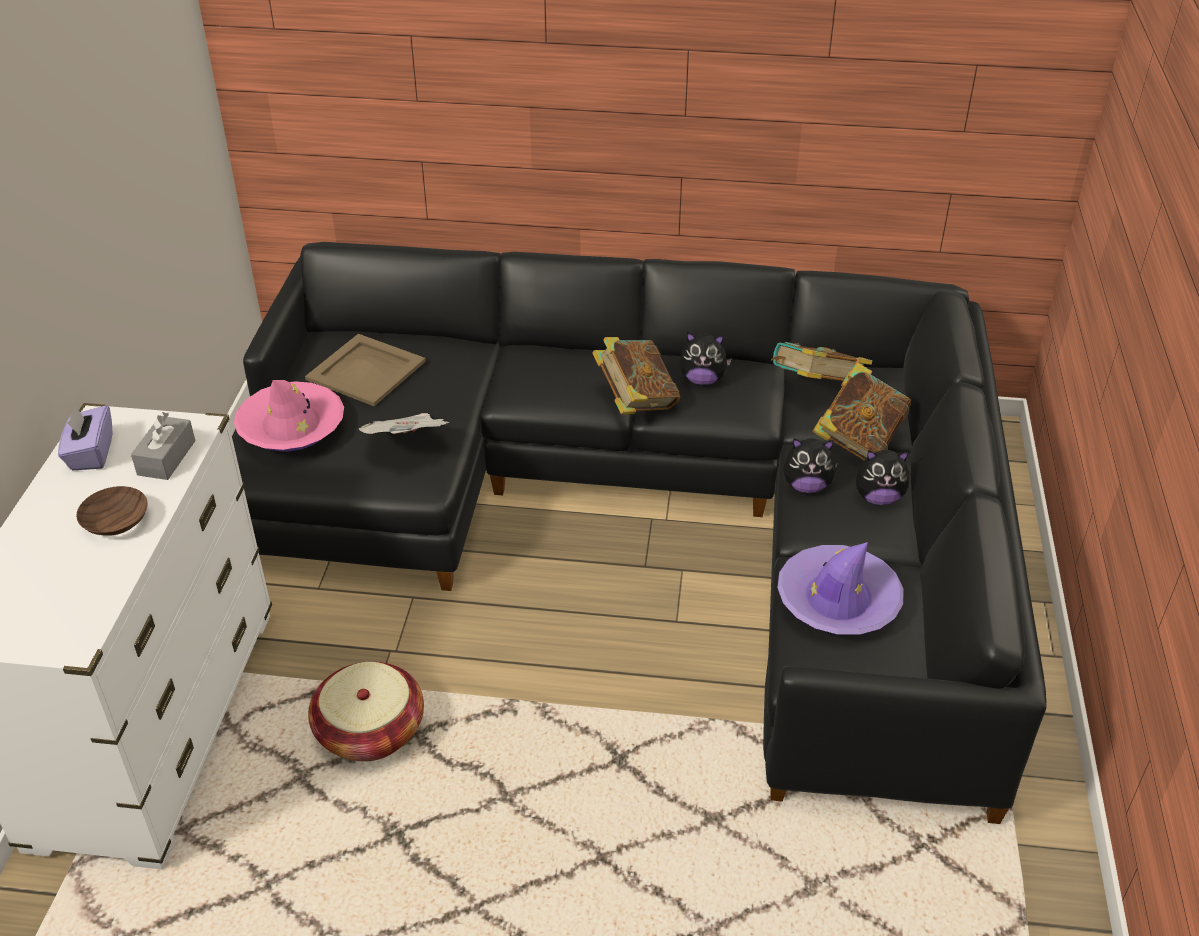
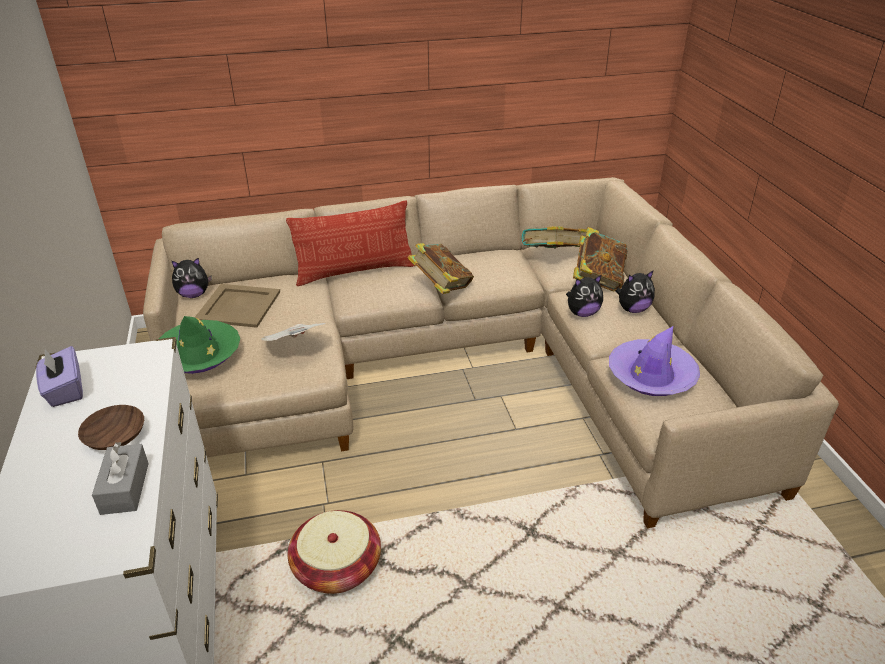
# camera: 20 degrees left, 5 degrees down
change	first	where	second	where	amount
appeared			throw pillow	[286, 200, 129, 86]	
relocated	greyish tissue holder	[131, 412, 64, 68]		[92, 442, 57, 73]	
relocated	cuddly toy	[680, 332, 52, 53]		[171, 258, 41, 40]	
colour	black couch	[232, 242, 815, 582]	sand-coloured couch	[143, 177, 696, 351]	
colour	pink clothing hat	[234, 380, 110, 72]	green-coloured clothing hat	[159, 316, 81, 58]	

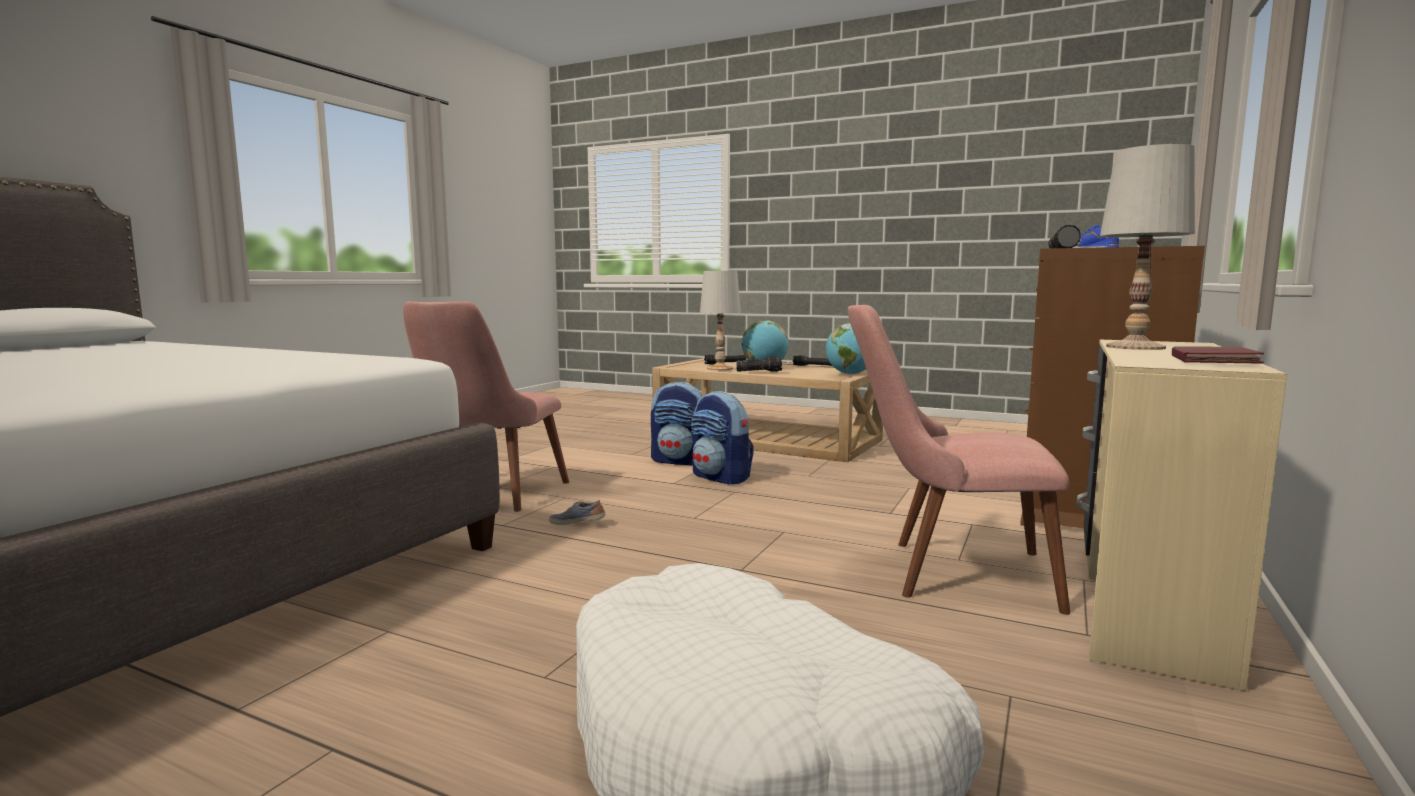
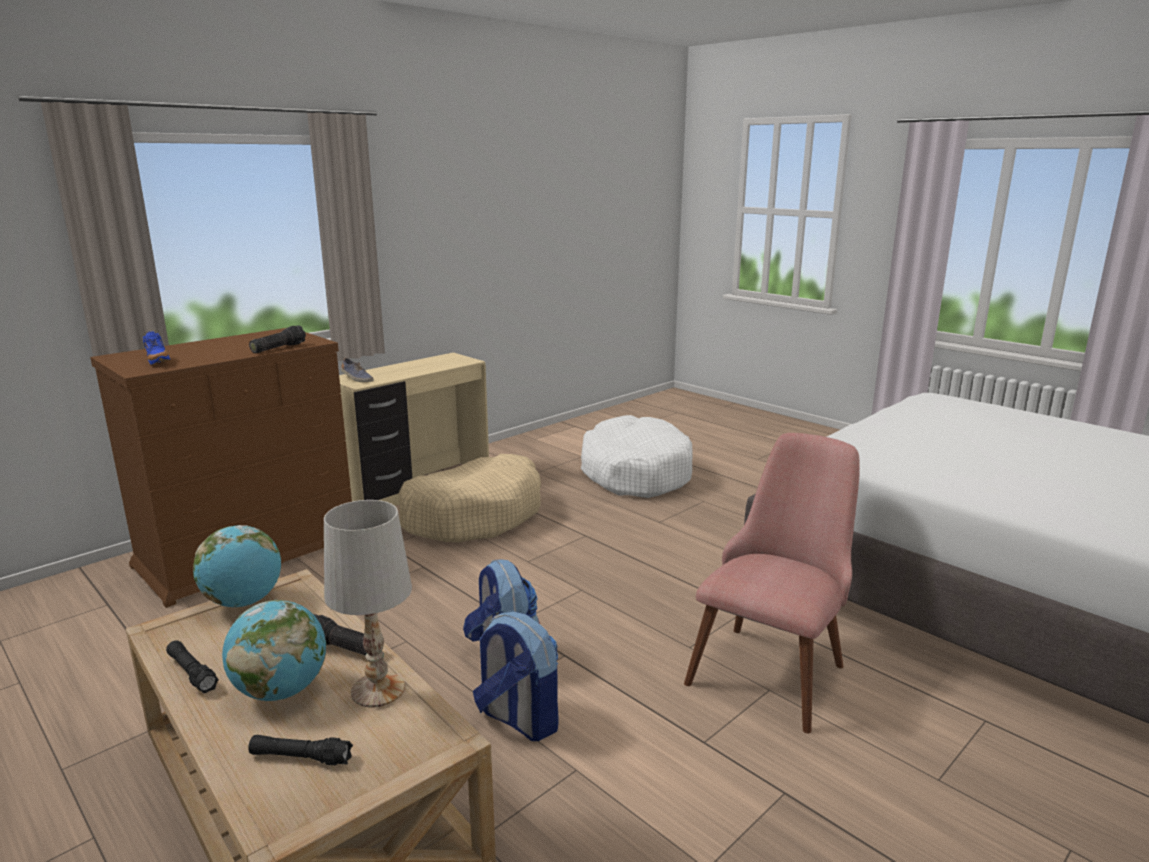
# camera: 160 degrees left, 10 degrees up
change	first	where	second	where	amount
missing	white-coloured tabletop lamp	[1100, 144, 95, 206]			
missing	red volume	[1172, 346, 92, 18]			
relocated	item of footwear	[549, 500, 57, 25]		[341, 358, 33, 24]	
exchanged	pink plain chair	[848, 305, 222, 310]	sand-coloured dog bed	[399, 454, 142, 88]	

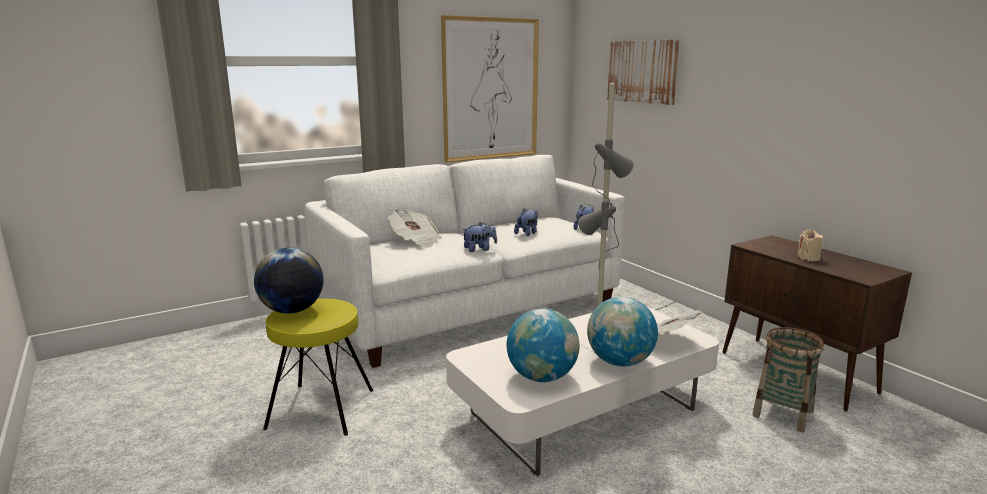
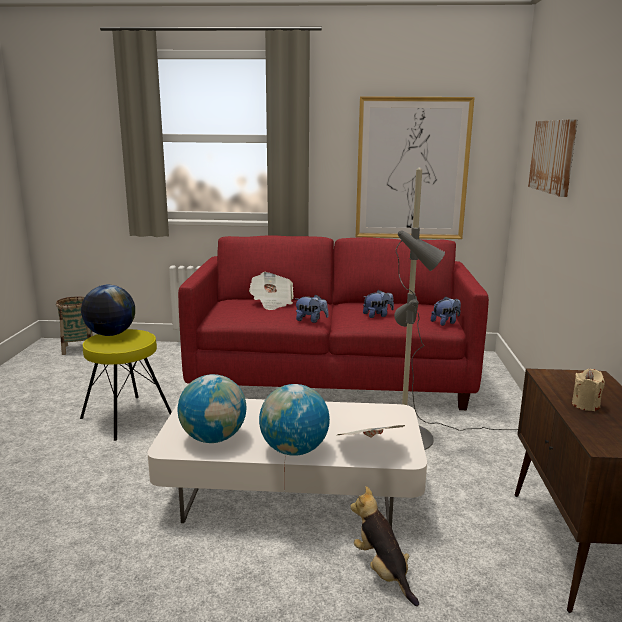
# camera: 35 degrees right, 0 degrees up
change	first	where	second	where	amount
appeared			cuddly toy	[350, 486, 69, 120]	
relocated	basket	[752, 327, 72, 105]		[56, 296, 37, 59]	
colour	white-coloured couch	[304, 155, 321, 213]	red couch	[178, 235, 311, 175]	

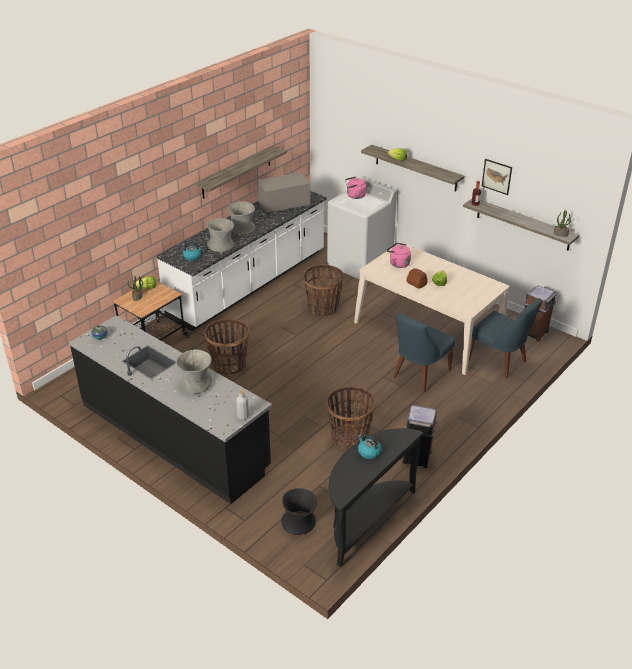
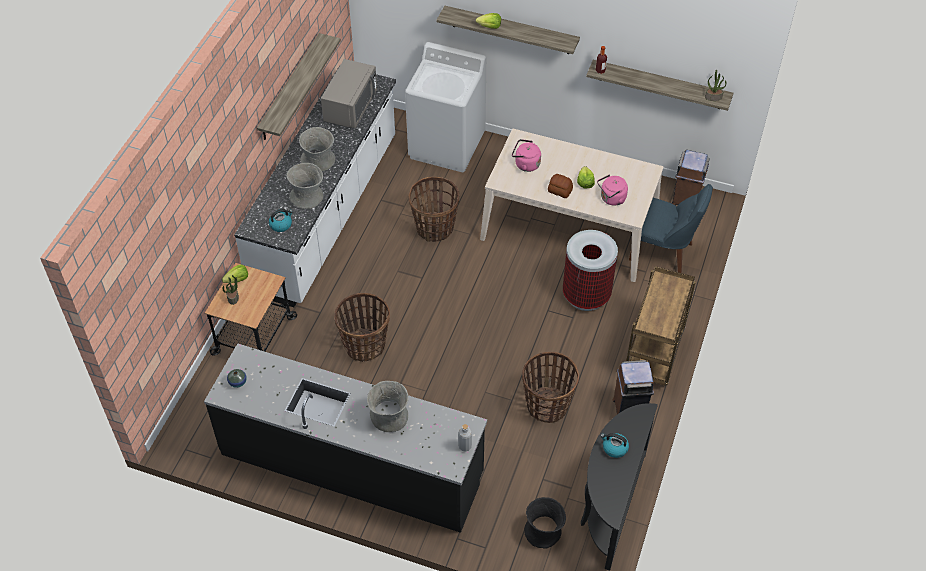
# camera: 20 degrees left, 15 degrees up
change	first	where	second	where	amount
missing	picture	[482, 159, 30, 36]			
appeared			brown wheeled cart	[626, 266, 70, 120]	
relocated	pink kettle	[345, 176, 21, 23]		[597, 174, 31, 32]	
exchanged	blue plain chair	[393, 313, 63, 79]	rubbish bin	[563, 230, 55, 81]	
spun	greyish microwave	[257, 172, 53, 42]		[321, 59, 56, 69]	150 degrees clockwise

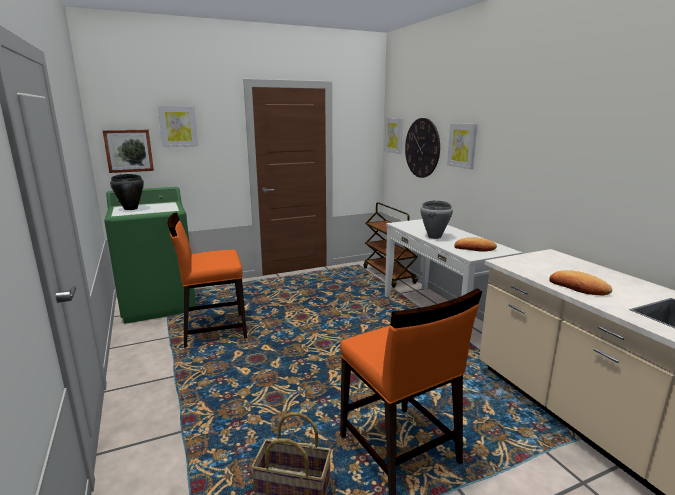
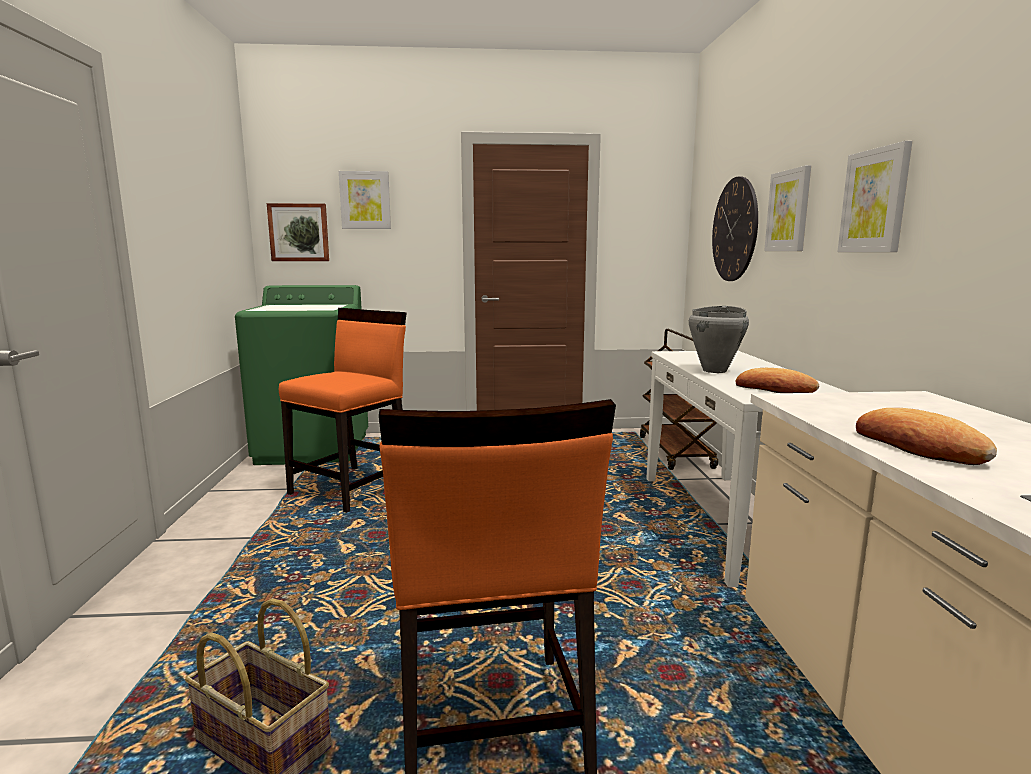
# camera: 20 degrees right, 5 degrees down
change	first	where	second	where	amount
missing	black cooking pot	[110, 174, 34, 36]			
relocated	picture	[384, 118, 19, 36]		[838, 141, 74, 111]	
spun	orange plain chair	[167, 212, 80, 136]		[279, 308, 128, 205]	120 degrees clockwise

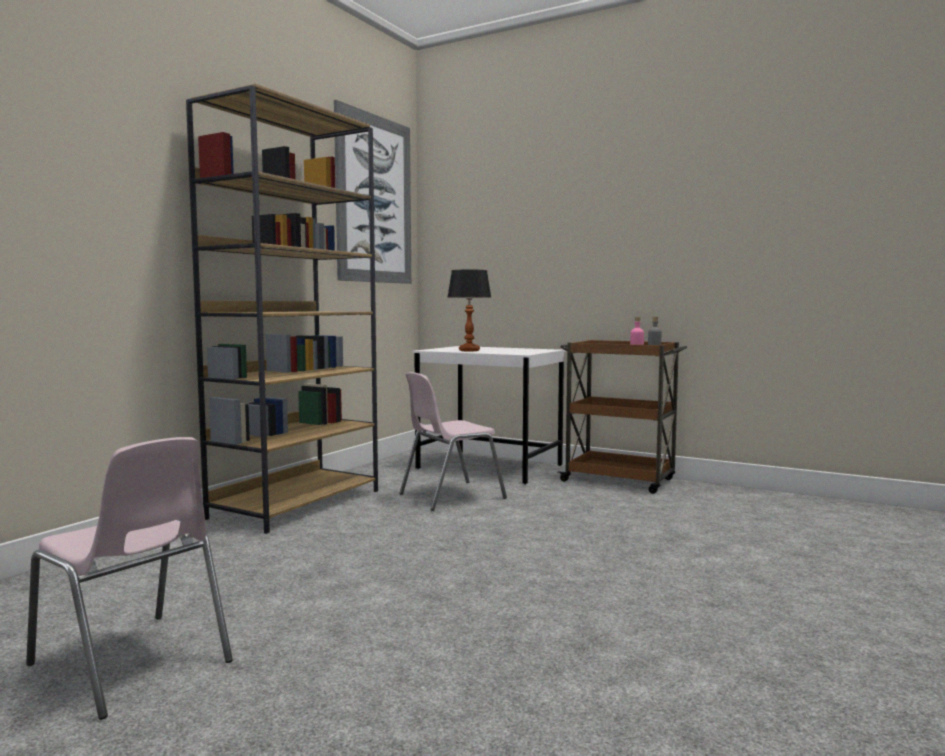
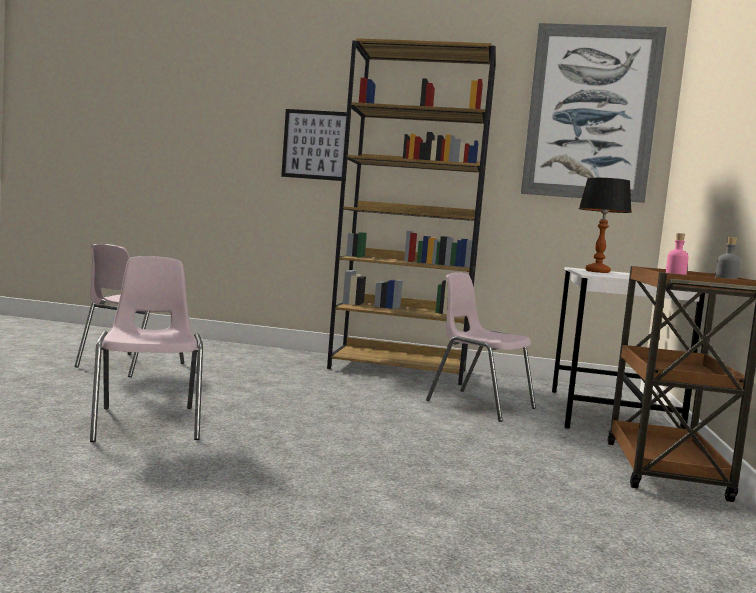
# camera: 70 degrees right, 0 degrees up
change	first	where	second	where	amount
appeared			pink plain chair	[90, 256, 113, 186]	
appeared			picture	[281, 109, 70, 72]	

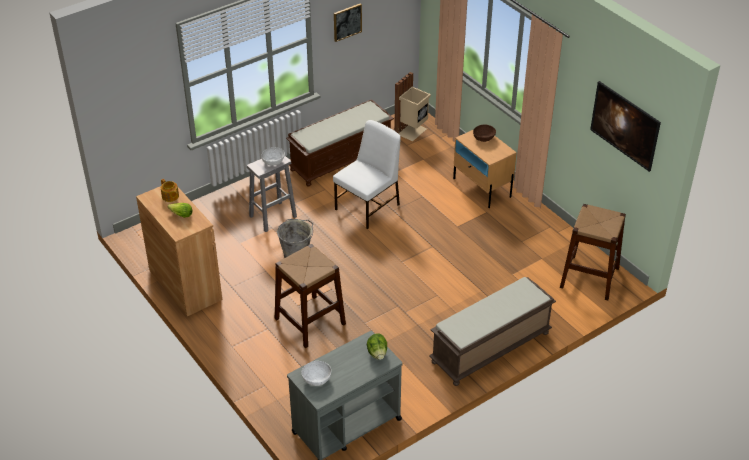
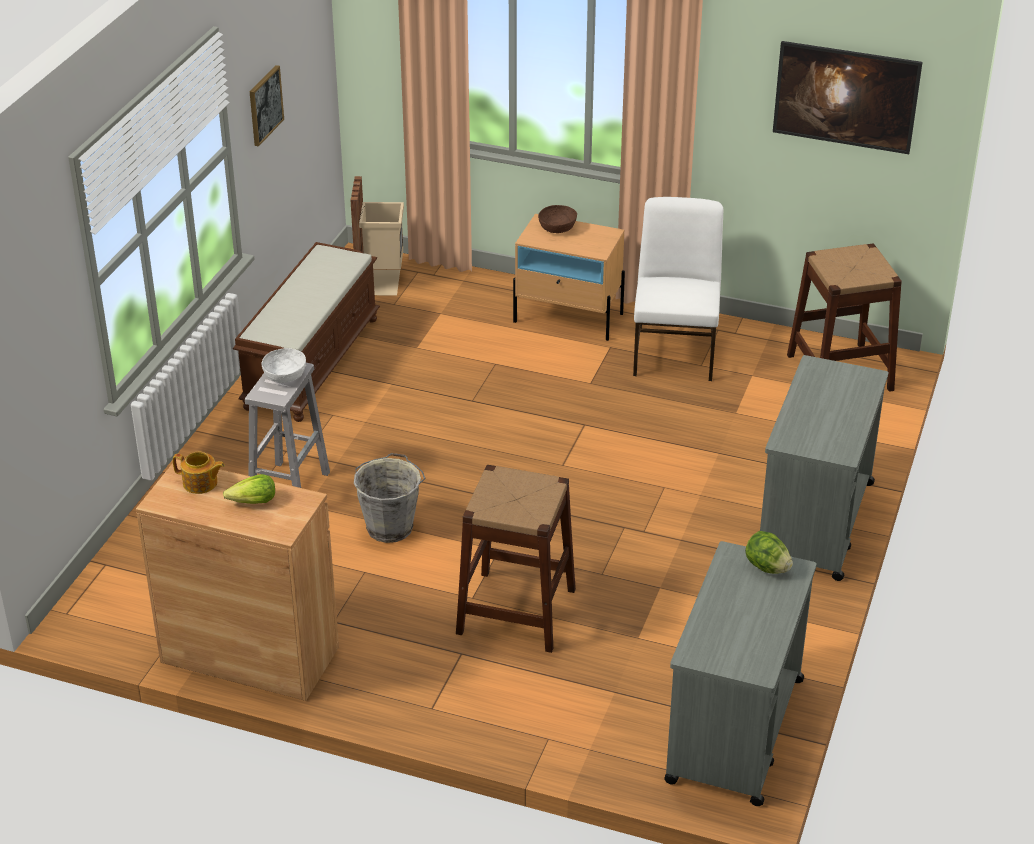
# camera: 35 degrees left, 5 degrees down
change	first	where	second	where	amount
missing	white-coloured bowl	[302, 361, 29, 25]			
relocated	white-coloured plain chair	[333, 120, 68, 109]		[633, 197, 90, 184]	
exchanged	brown indoor bench	[429, 277, 127, 109]	greyish wheeled cart	[760, 355, 128, 226]	

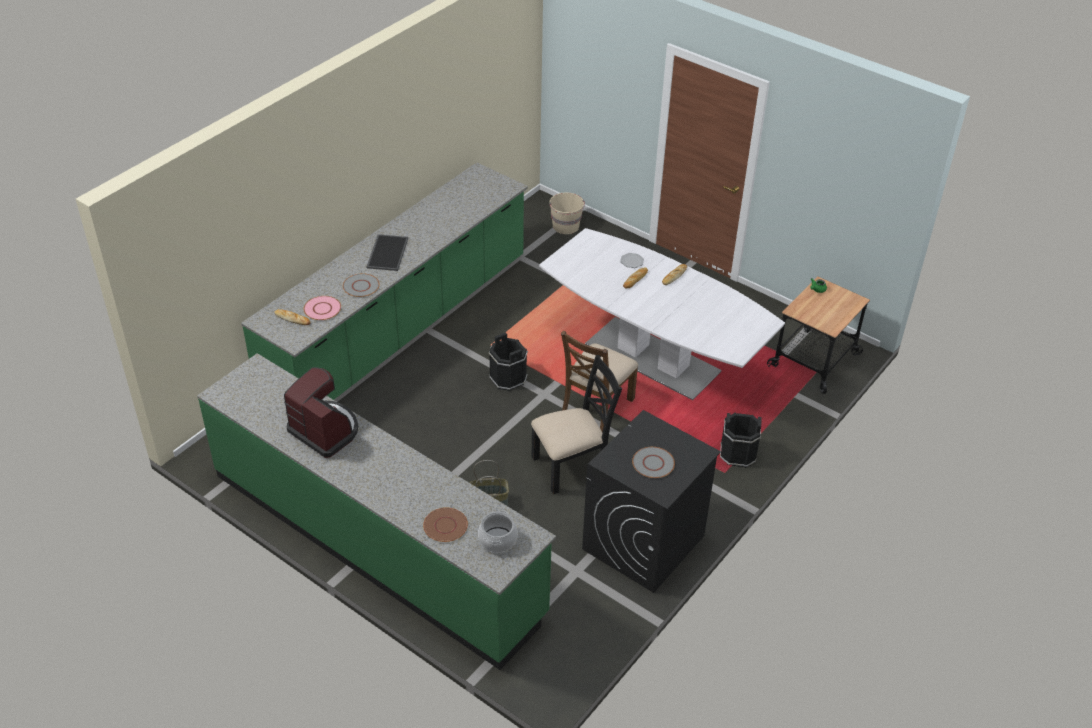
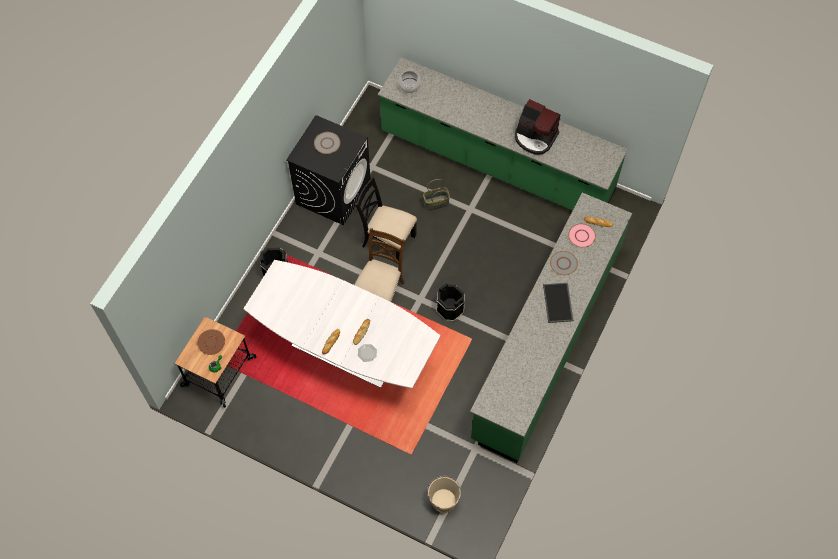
# camera: 170 degrees right, 20 degrees up
change	first	where	second	where	amount
relocated	brown plate	[423, 508, 45, 34]		[197, 329, 28, 26]	
spun	black plain chair	[531, 355, 91, 139]		[355, 176, 62, 85]	60 degrees clockwise

